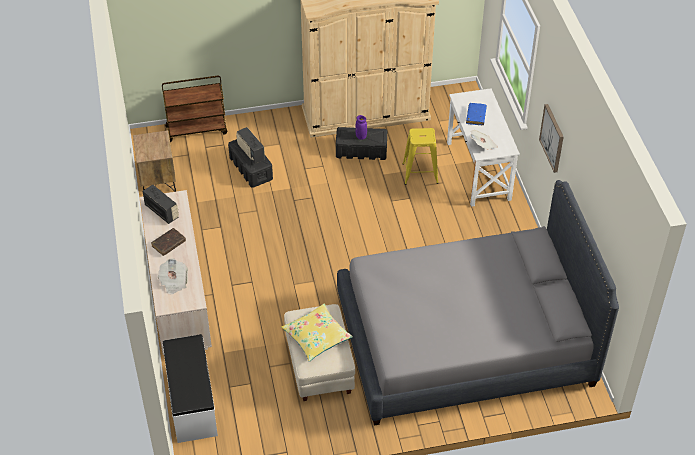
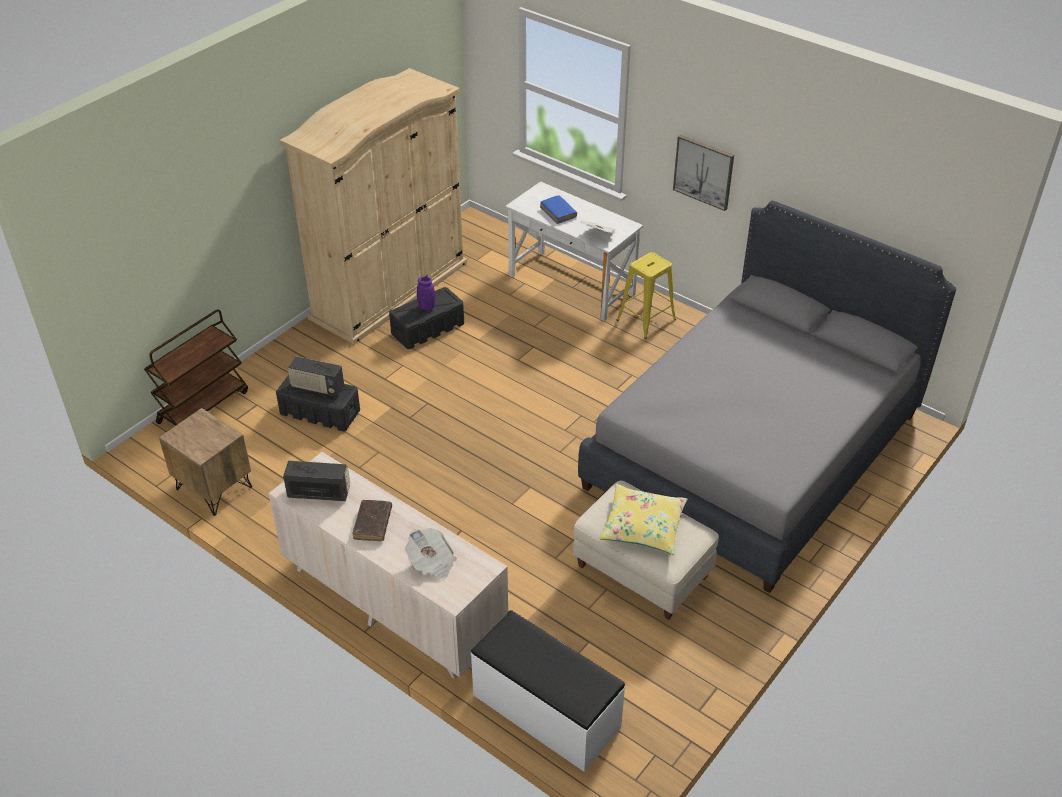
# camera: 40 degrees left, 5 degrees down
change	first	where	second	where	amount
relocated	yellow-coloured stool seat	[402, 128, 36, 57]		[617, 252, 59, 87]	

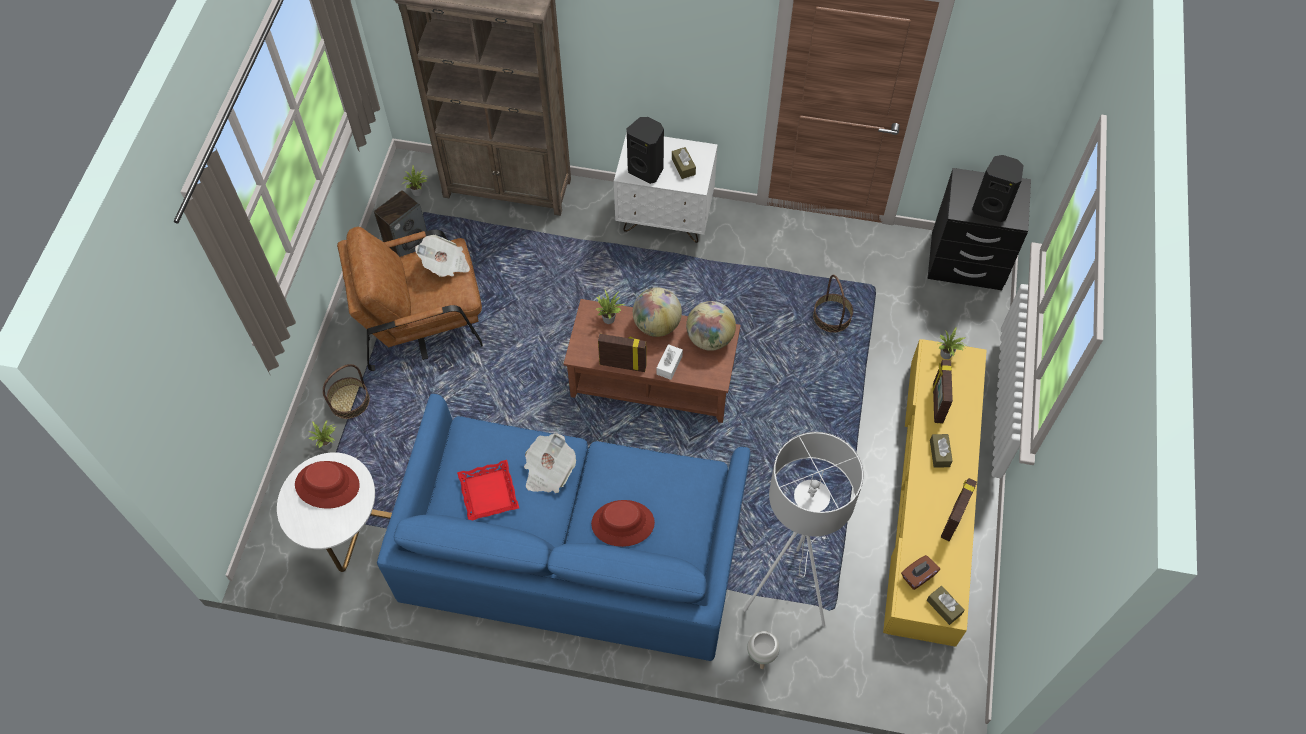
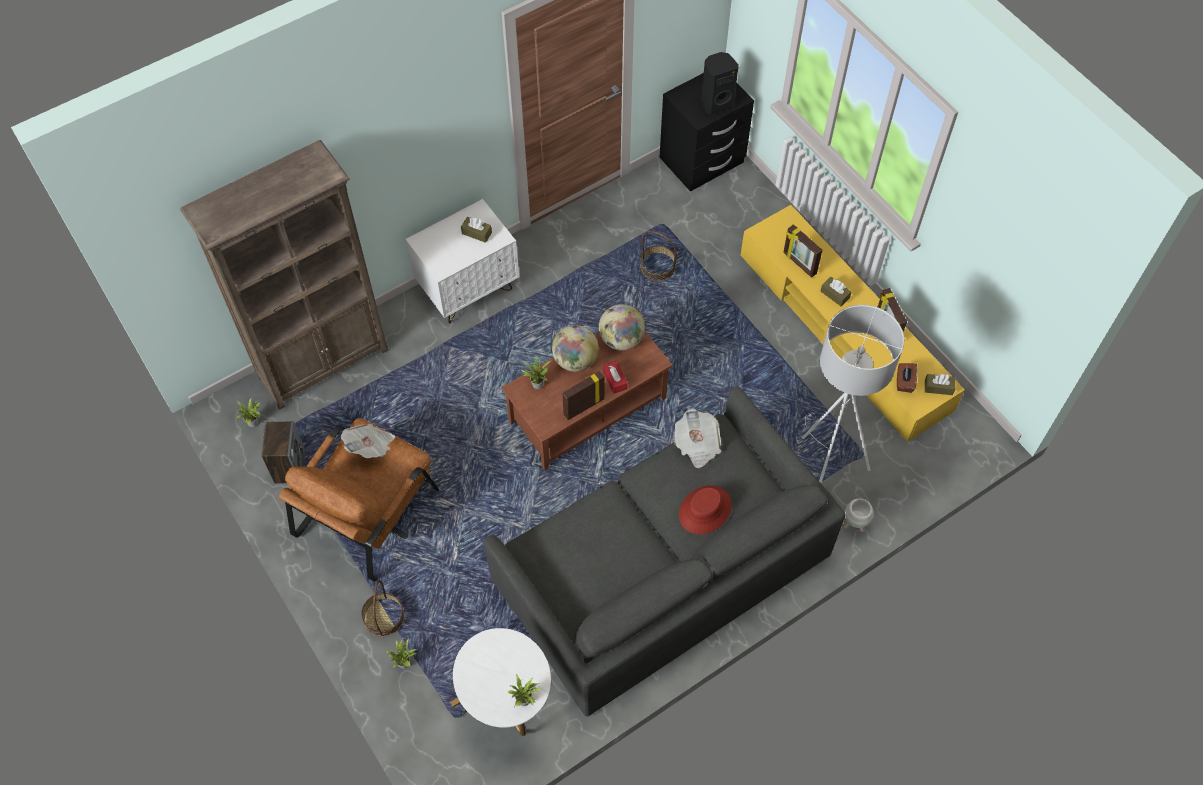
# camera: 45 degrees left, 0 degrees up
change	first	where	second	where	amount
missing	red clothing hat	[295, 461, 65, 48]			
missing	red tray	[457, 460, 62, 60]			
missing	black audio speaker	[627, 117, 37, 67]			
relocated	newspaper	[524, 434, 52, 59]		[674, 409, 47, 59]	
relocated	houseplant	[938, 327, 29, 32]		[508, 674, 32, 33]	
colour	blue couch	[377, 394, 373, 267]	greyish couch	[483, 386, 362, 330]	
colour	white-coloured tissue holder	[657, 344, 26, 36]	red tissue holder	[603, 361, 25, 33]	

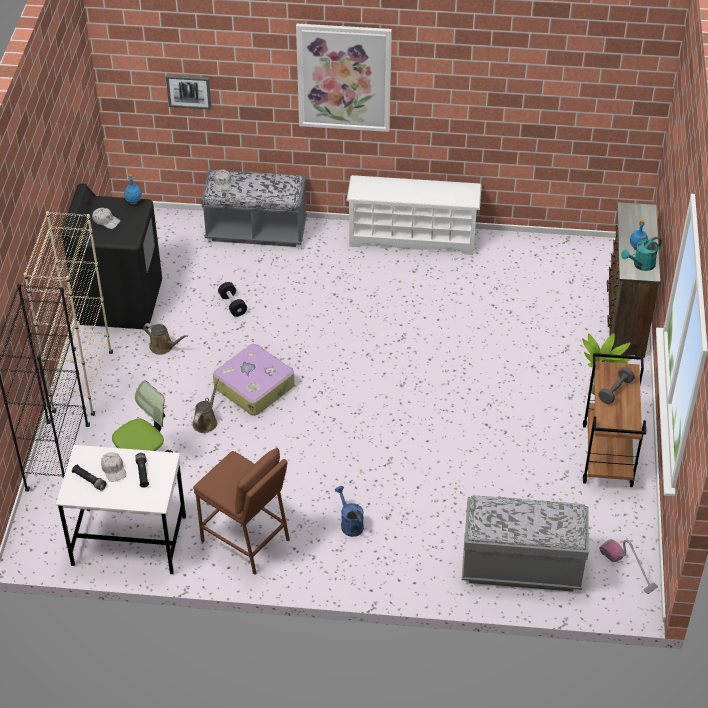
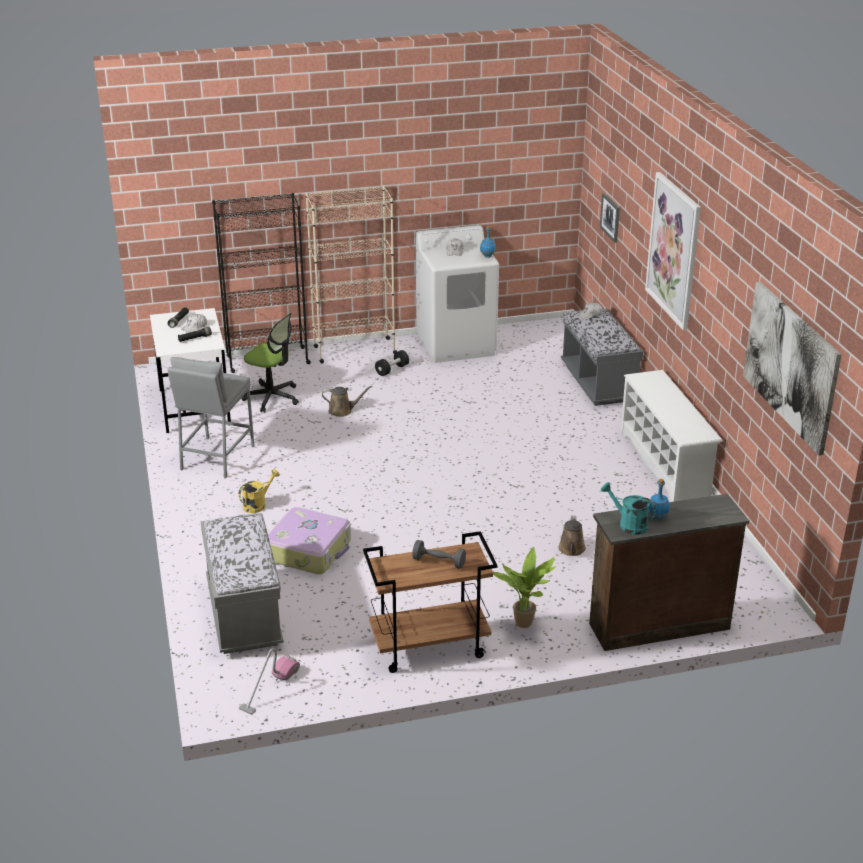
# camera: 70 degrees right, 15 degrees down
change	first	where	second	where	amount
appeared			picture	[743, 282, 99, 174]	
relocated	brown watering can	[143, 323, 45, 32]		[558, 515, 28, 41]	
relocated	piece of luggage	[213, 344, 82, 72]		[268, 507, 83, 67]	
relocated	black hand weight	[218, 282, 29, 35]		[375, 350, 34, 26]	
colour	black washing machine	[61, 183, 101, 146]	white-coloured washing machine	[416, 225, 83, 138]	
colour	brown stool seat	[193, 448, 97, 127]	greyish stool seat	[167, 357, 87, 121]	
colour	blue watering can	[335, 486, 29, 51]	yellow-coloured watering can	[238, 469, 42, 44]	

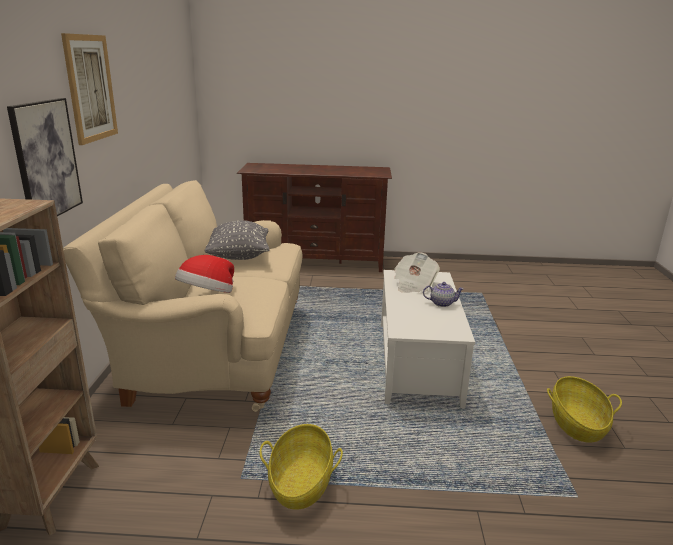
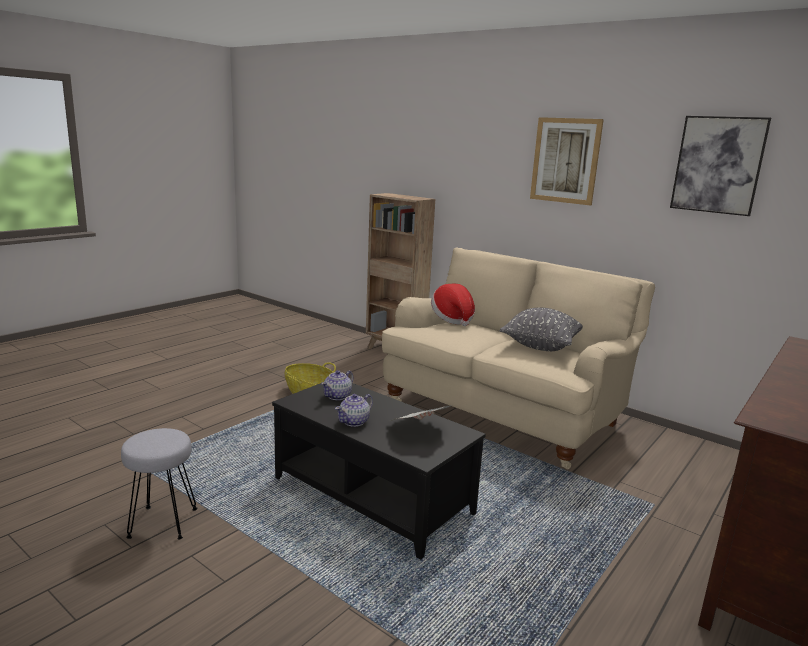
# camera: 125 degrees right, 5 degrees down
change	first	where	second	where	amount
appeared			pot for tea	[321, 370, 32, 30]	
relocated	picture	[7, 98, 76, 118]		[670, 116, 101, 100]	
exchanged	basket	[547, 376, 75, 67]	greyish stool seat	[121, 428, 76, 112]	
colour	white-coloured low table	[381, 270, 94, 138]	black low table	[272, 383, 214, 176]	

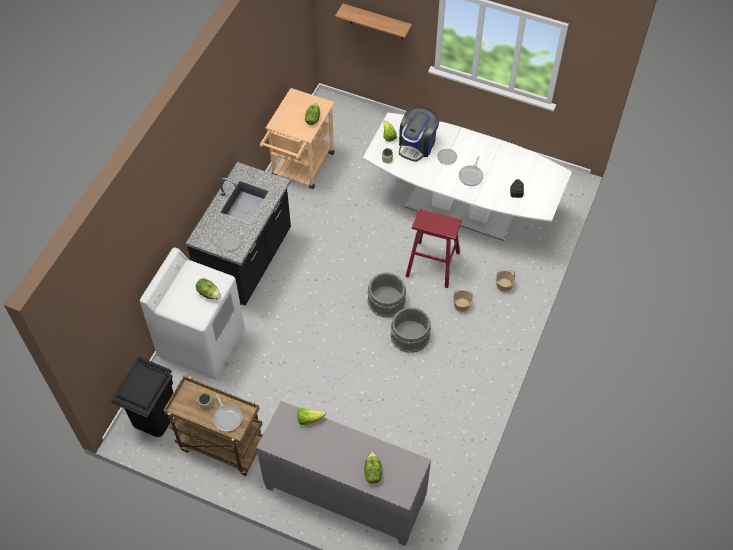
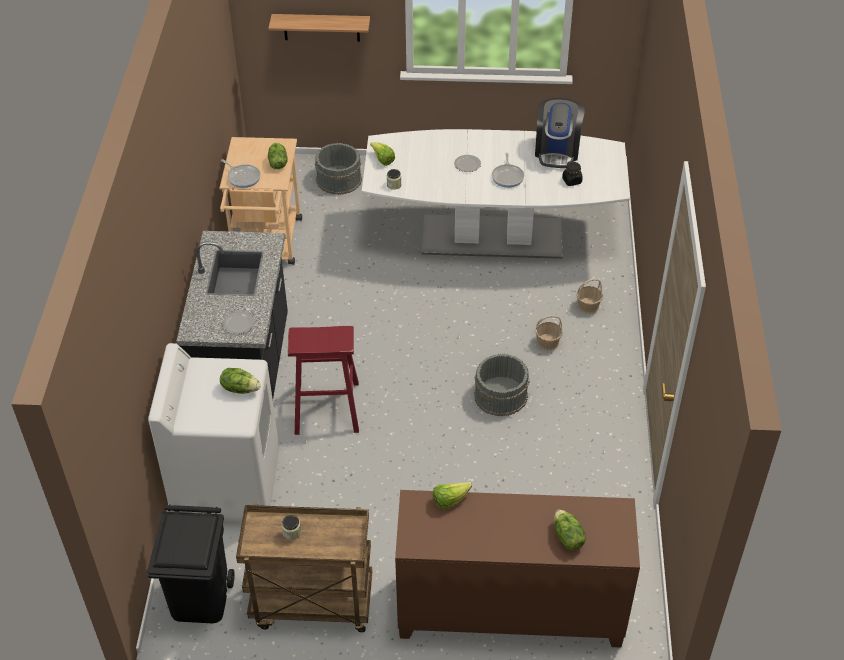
# camera: 20 degrees left, 10 degrees down
change	first	where	second	where	amount
relocated	frying pan	[213, 394, 29, 38]		[221, 159, 40, 29]	
relocated	greyish bucket	[368, 272, 38, 46]		[315, 143, 47, 52]	
relocated	coffee maker	[399, 106, 41, 56]		[535, 98, 50, 70]	
relocated	red stool seat	[405, 209, 57, 79]		[288, 326, 71, 109]	
colour	greyish cupboard	[256, 401, 175, 145]	brown cupboard	[395, 490, 245, 157]	

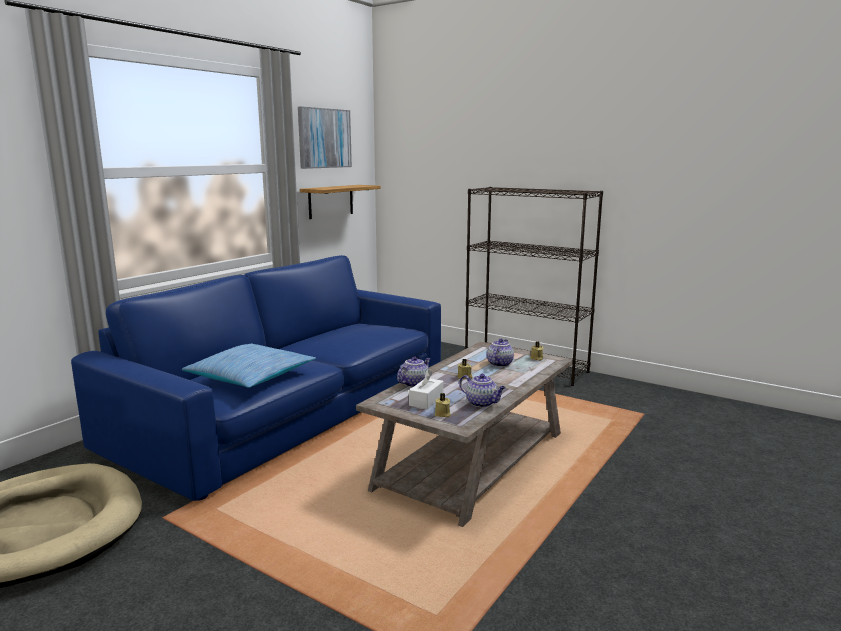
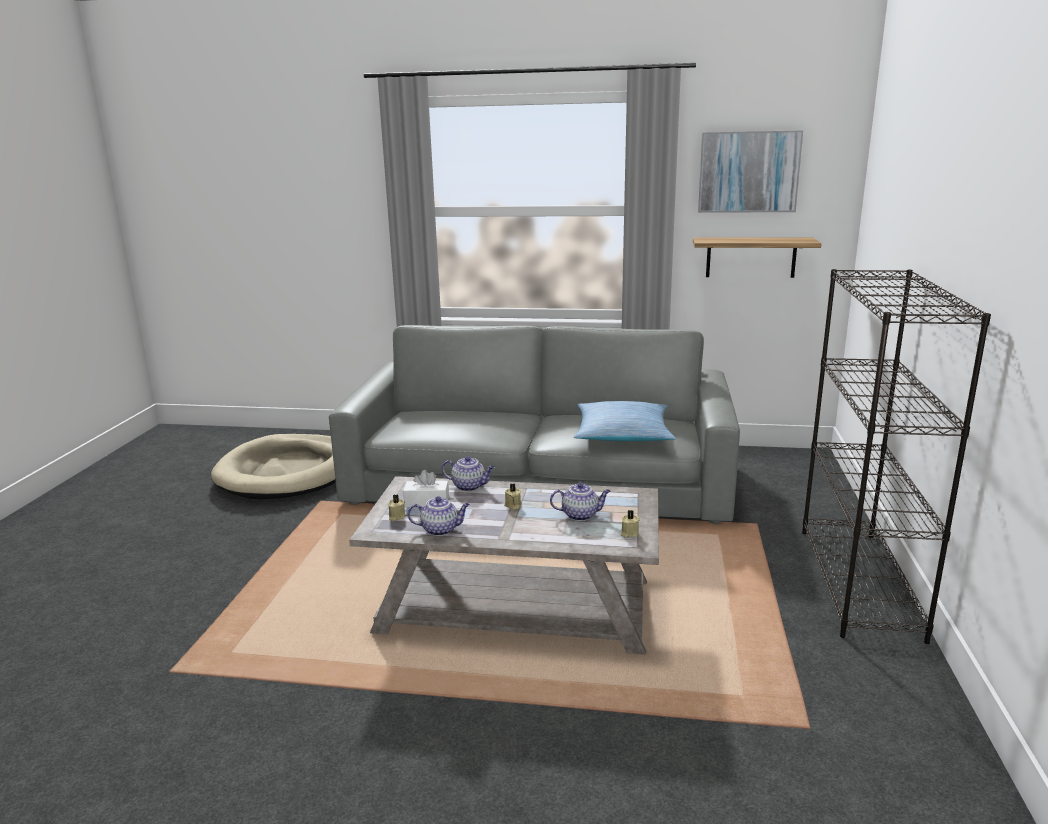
# camera: 65 degrees right, 5 degrees up
change	first	where	second	where	amount
relocated	throw pillow	[182, 344, 134, 44]		[574, 401, 102, 40]	
colour	blue couch	[71, 255, 370, 246]	greyish couch	[329, 325, 411, 199]	
spun	pot for tea	[459, 374, 47, 33]		[408, 496, 62, 40]	105 degrees counterclockwise

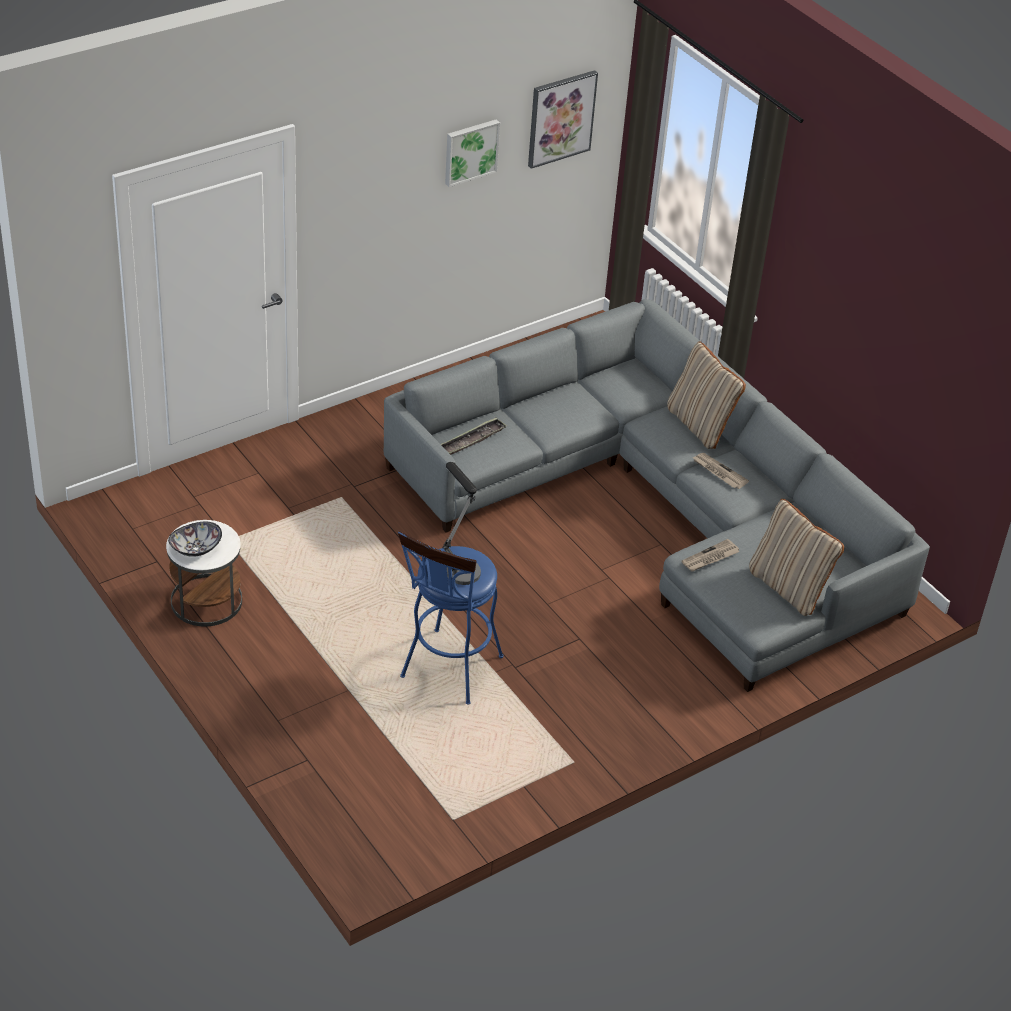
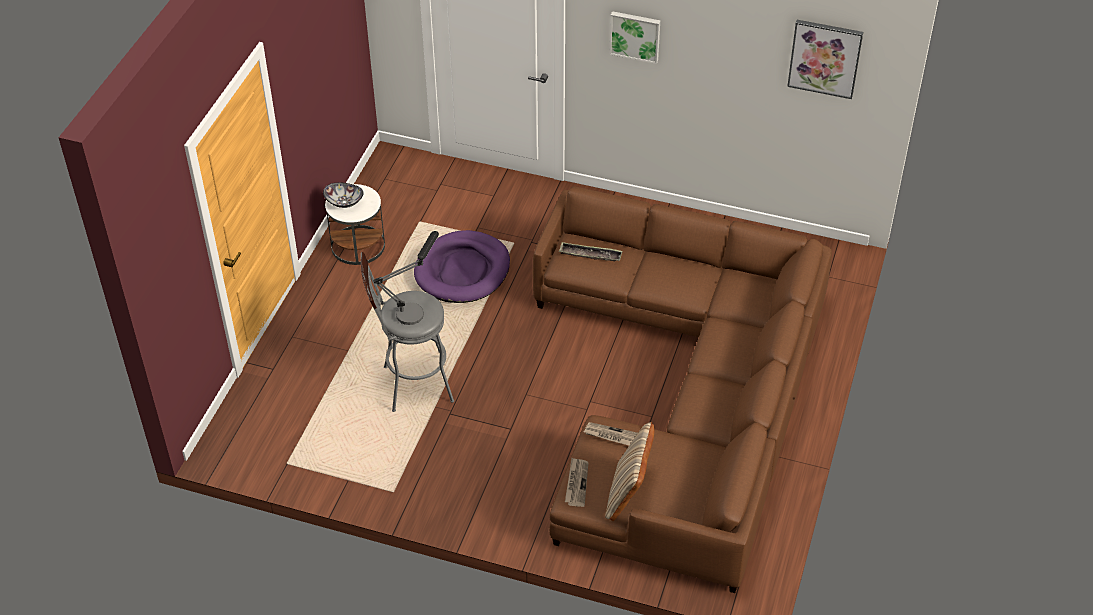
# camera: 55 degrees right, 5 degrees up
change	first	where	second	where	amount
missing	sand-coloured throw pillow	[667, 341, 79, 108]			
appeared			purple-coloured dog bed	[414, 230, 96, 73]	
relocated	picture	[445, 119, 55, 68]		[609, 11, 51, 53]	
relocated	newspaper	[692, 453, 57, 36]		[565, 458, 24, 49]	
colour	greyish couch	[384, 299, 546, 393]	brown couch	[533, 186, 299, 407]	
colour	blue stool seat	[398, 531, 105, 174]	greyish stool seat	[361, 252, 93, 160]	

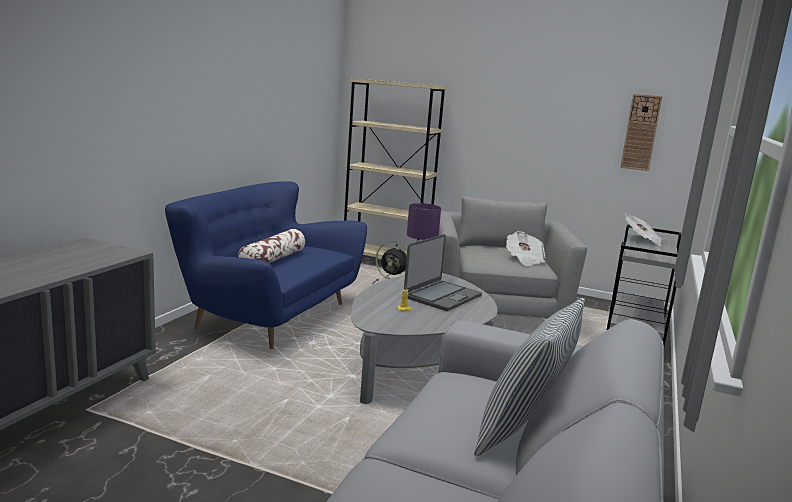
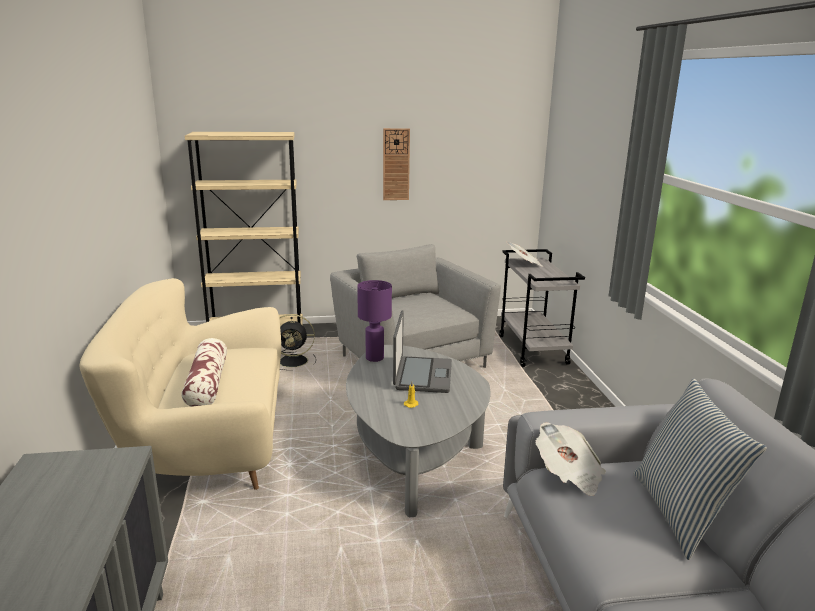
# camera: 30 degrees left, 5 degrees up
change	first	where	second	where	amount
relocated	newspaper	[506, 231, 39, 35]		[536, 422, 70, 74]	
relocated	wall clock	[620, 94, 43, 77]		[383, 128, 27, 72]	
colour	blue couch	[165, 181, 202, 168]	sand-coloured couch	[79, 278, 202, 212]	

